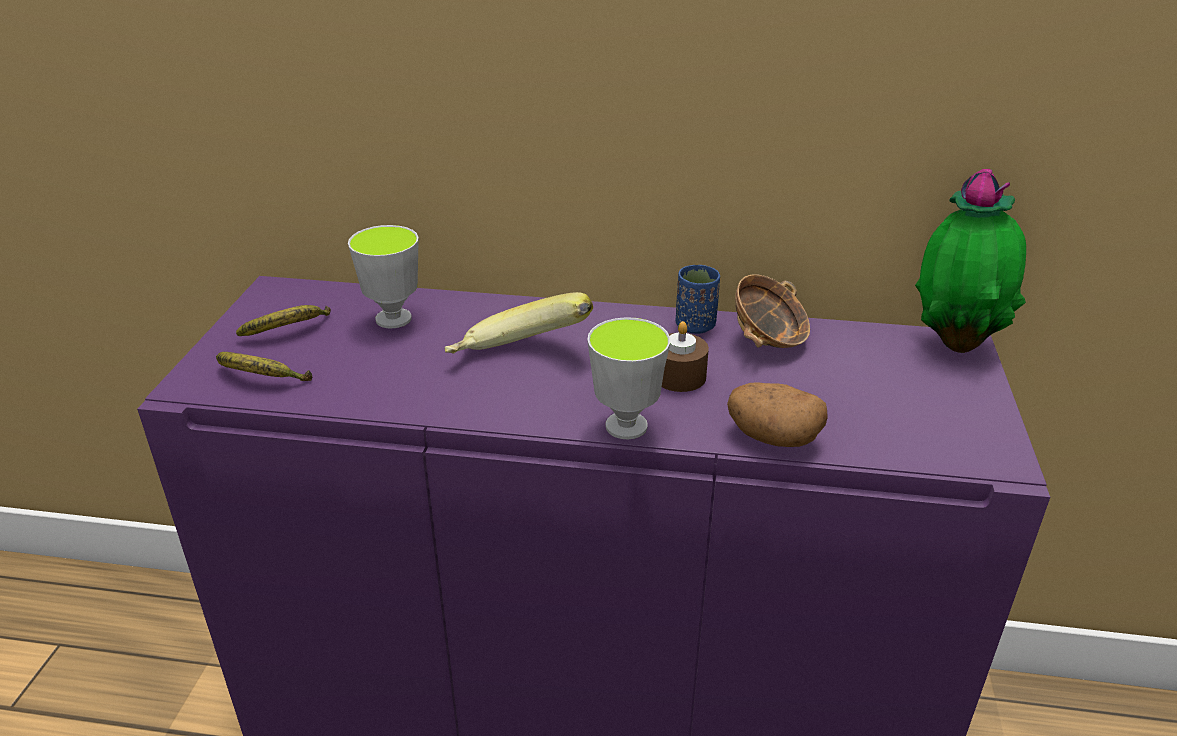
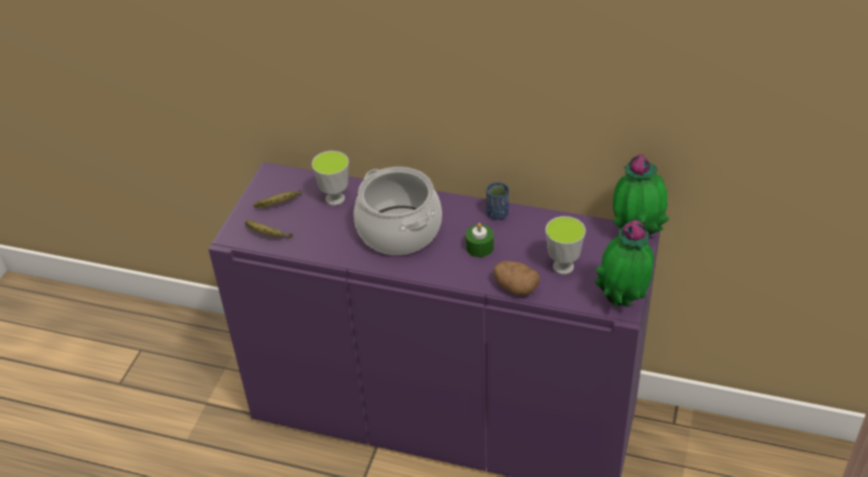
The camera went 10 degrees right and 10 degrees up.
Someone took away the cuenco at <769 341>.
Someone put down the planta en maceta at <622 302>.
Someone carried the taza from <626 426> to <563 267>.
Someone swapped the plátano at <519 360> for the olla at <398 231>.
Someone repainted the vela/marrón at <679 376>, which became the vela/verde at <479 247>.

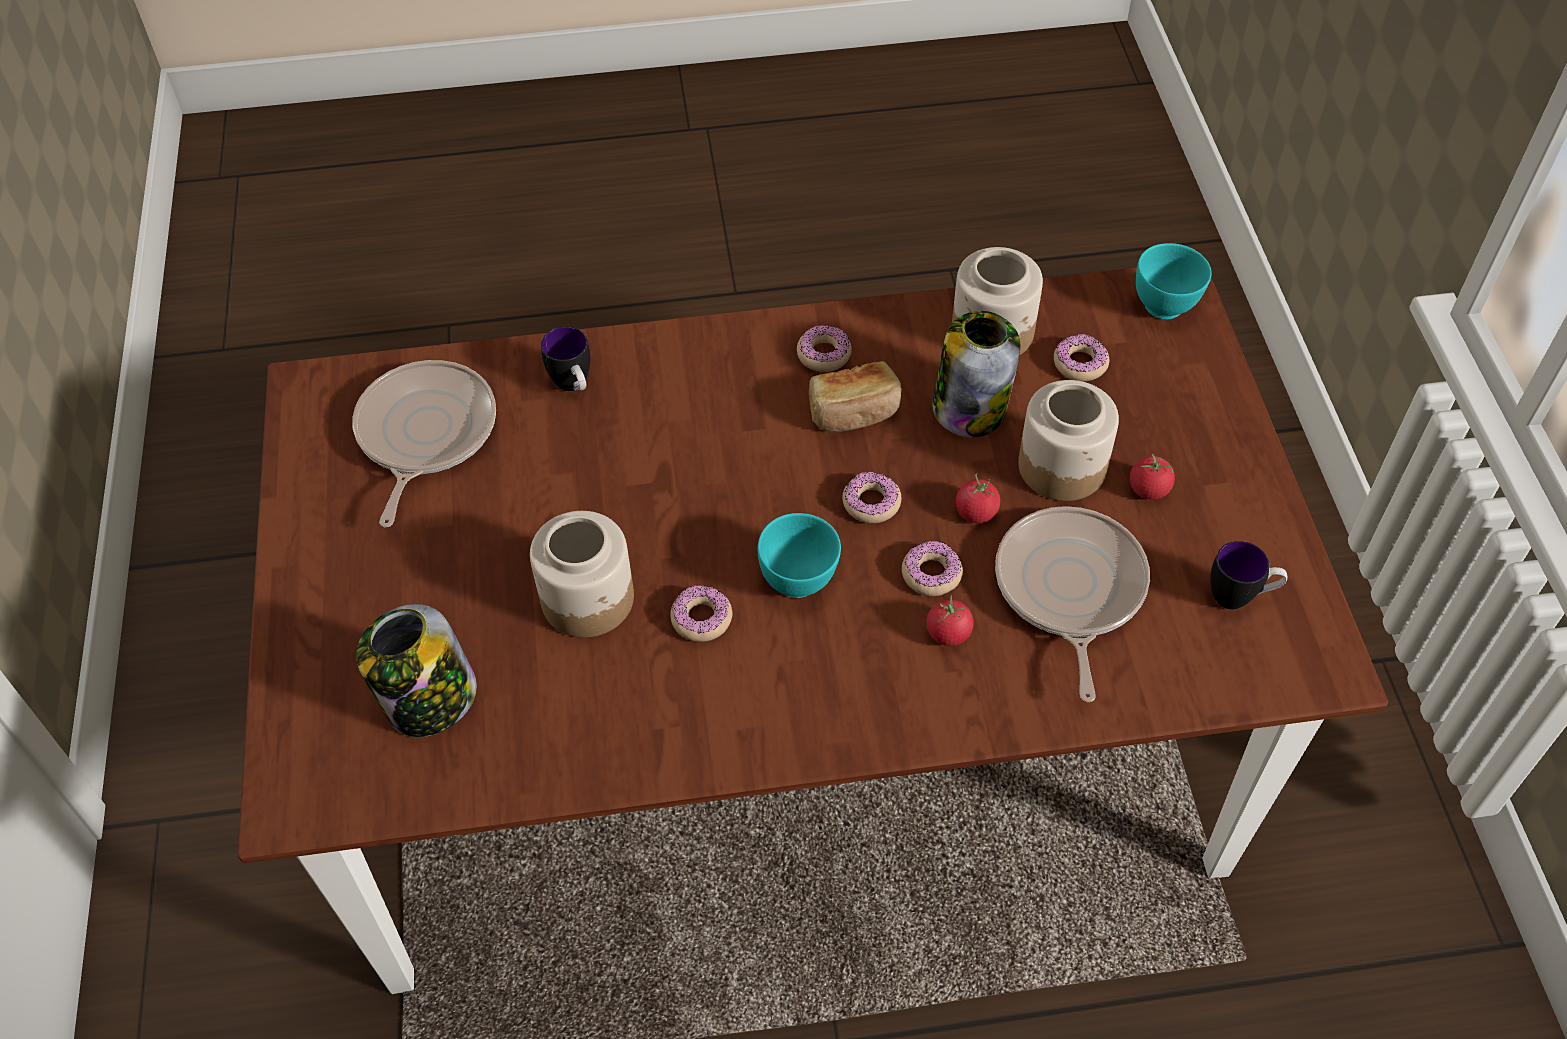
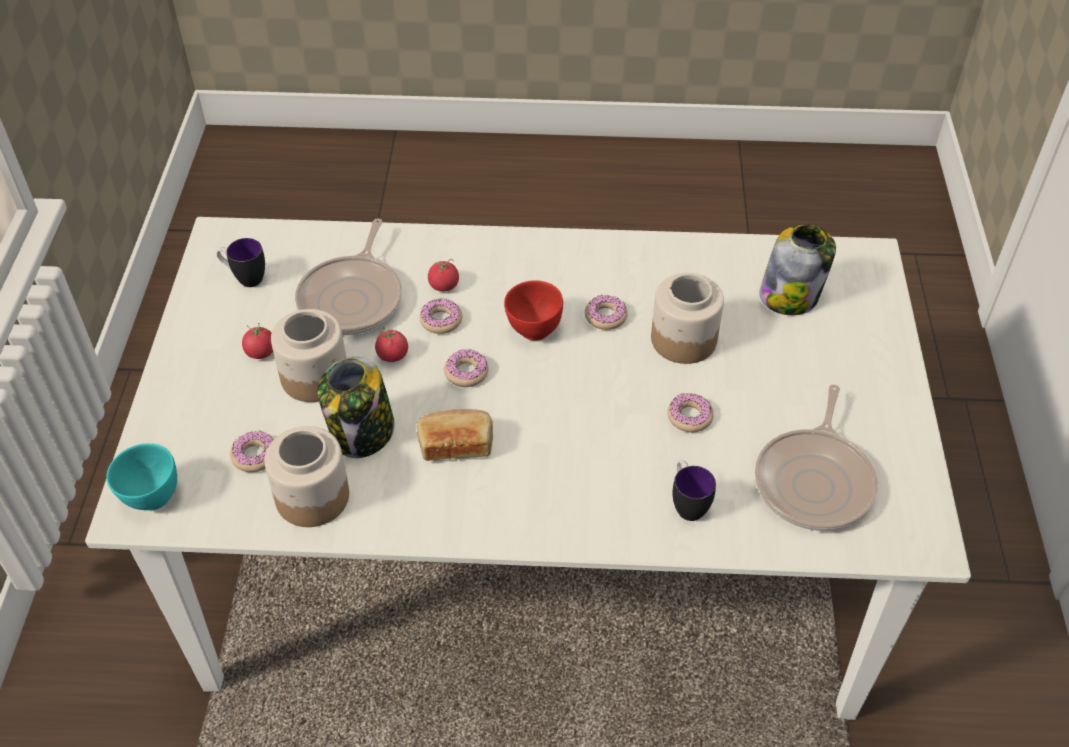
The camera went 170 degrees left and 5 degrees down.
Someone carried the rosquilla from <824 354> to <689 417>.
Someone repainted the mesa de comedor/marrón at <785 742>, which became the mesa de comedor/blanco at <535 558>.
Someone repainted the cuenco/turquesa at <799 580>, which became the cuenco/rojo at <533 330>.

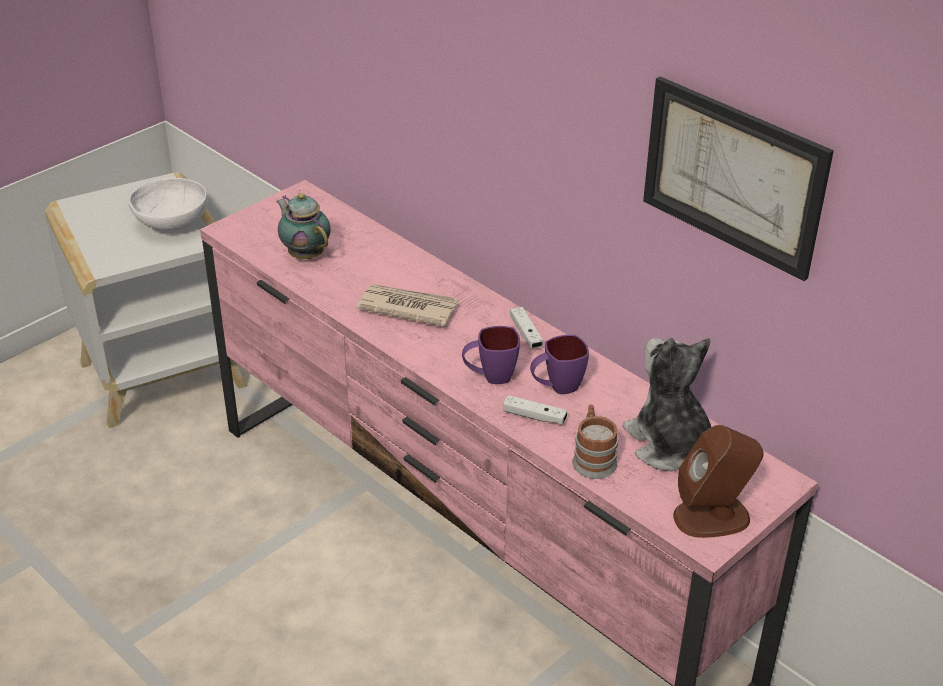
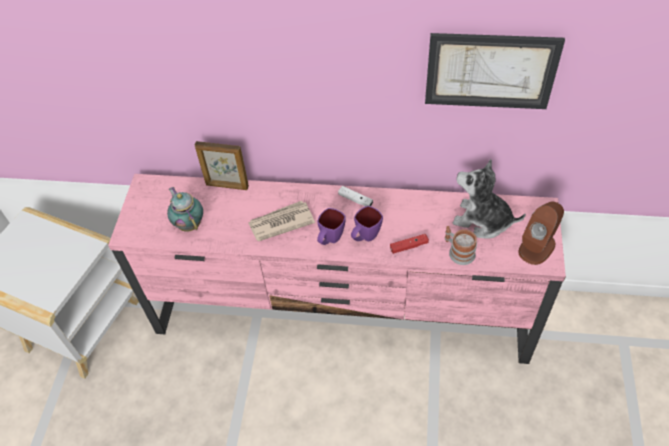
The camera went 35 degrees left and 15 degrees up.
Someone took away the cuenco/blanco at <171 224>.
Someone put down the portarretratos at <227 186>.
Someone carried the taza grande/morado from <556 388> to <330 240>.
Someone repainted the mando de consola/blanco at <534 416>, which became the mando de consola/rojo at <409 246>.
Someone rotated the tetera at <305 254> by 45 degrees clockwise.

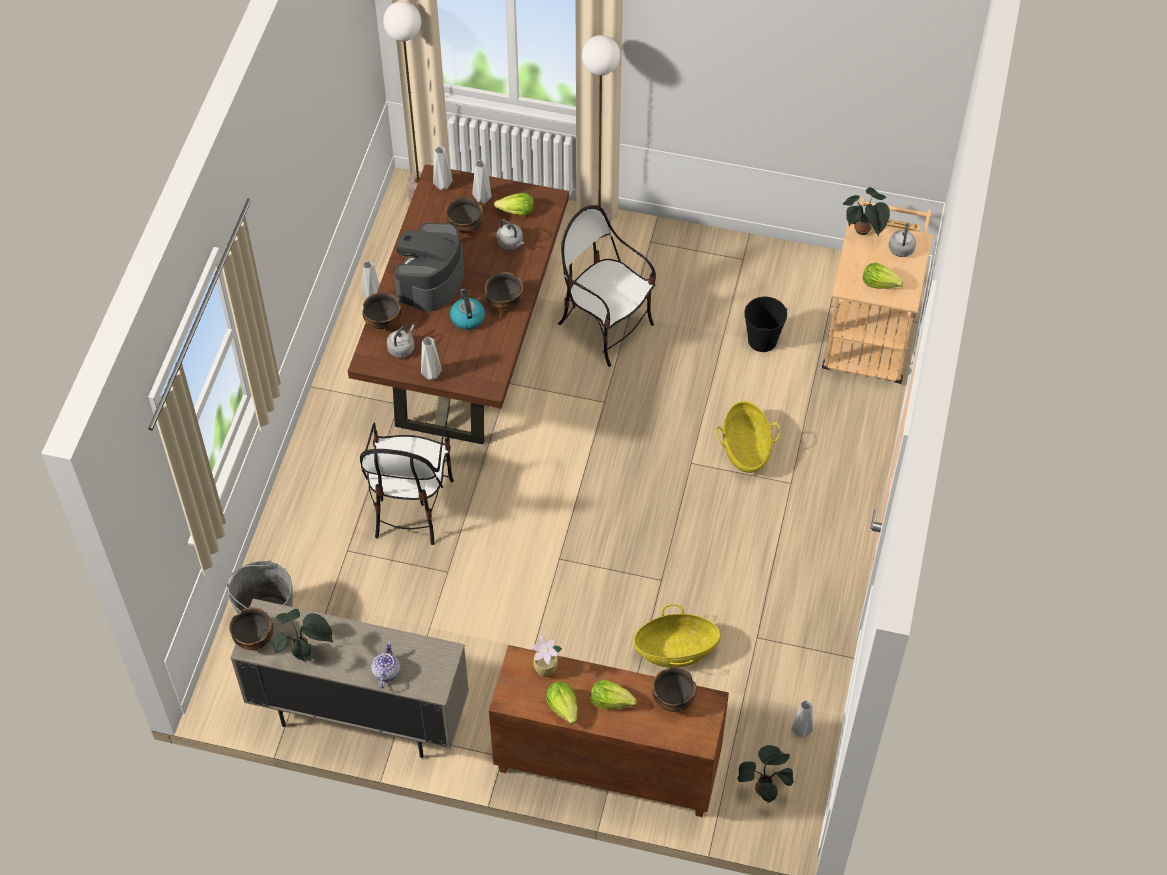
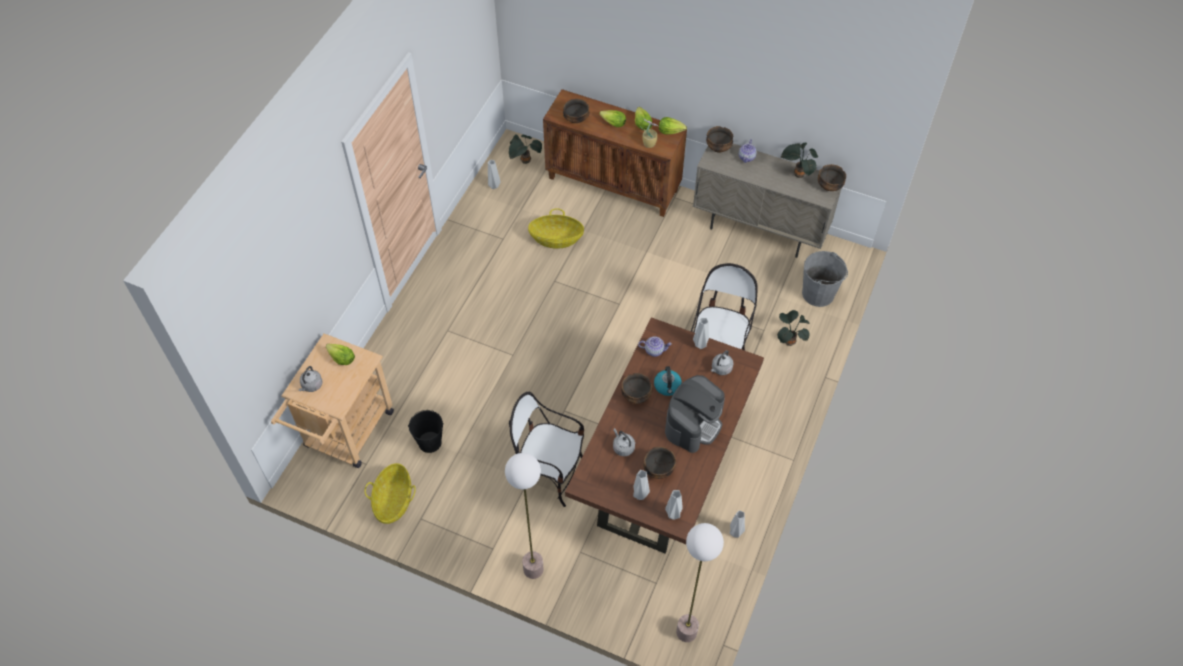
The camera went 170 degrees left and 0 degrees up.
Someone put down the tetera at <654 350>.
Someone carried the cuenco from <383 321> to <718 148>.
Someone carried the lechuga from <516 212> to <670 131>.
Someone carried the cesta from <746 449> to <393 501>.
Someone carried the planta en maceta from <863 231> to <789 340>.
Someone rotated the silla at <605 327> by 150 degrees clockwise.

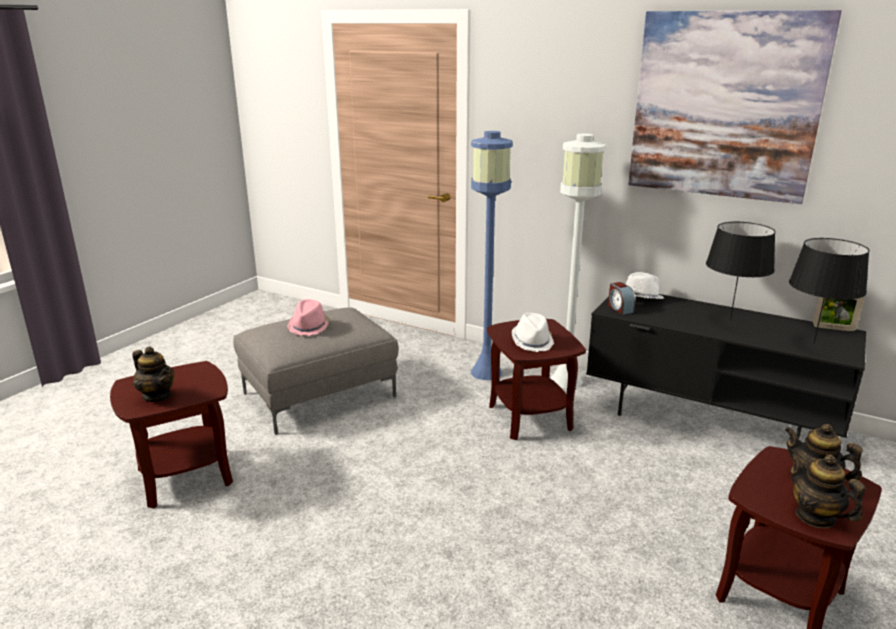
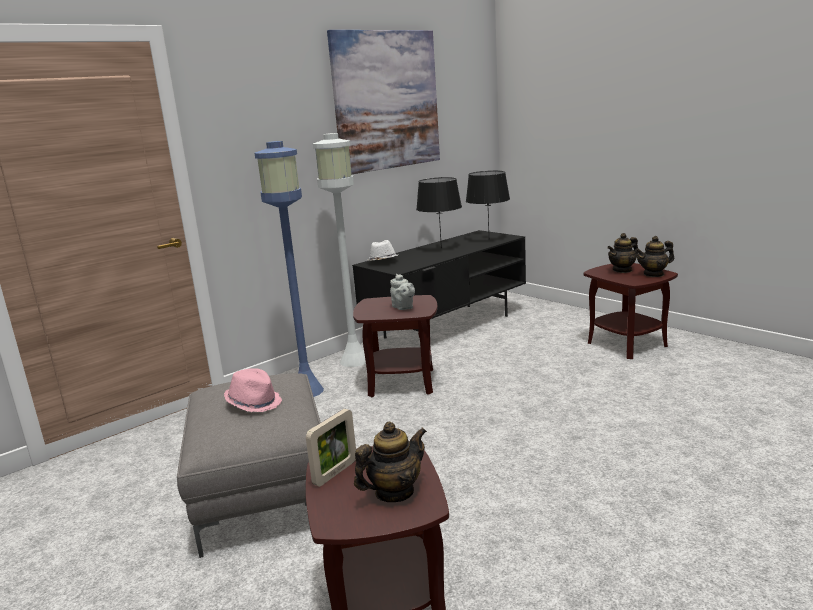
The camera went 70 degrees left and 5 degrees down.
Someone took away the despertador at <620 308>.
Someone carried the portarretratos from <833 328> to <335 472>.
Someone swapped the sombrero/blanco at <532 342> for the tetera/gris at <403 307>.

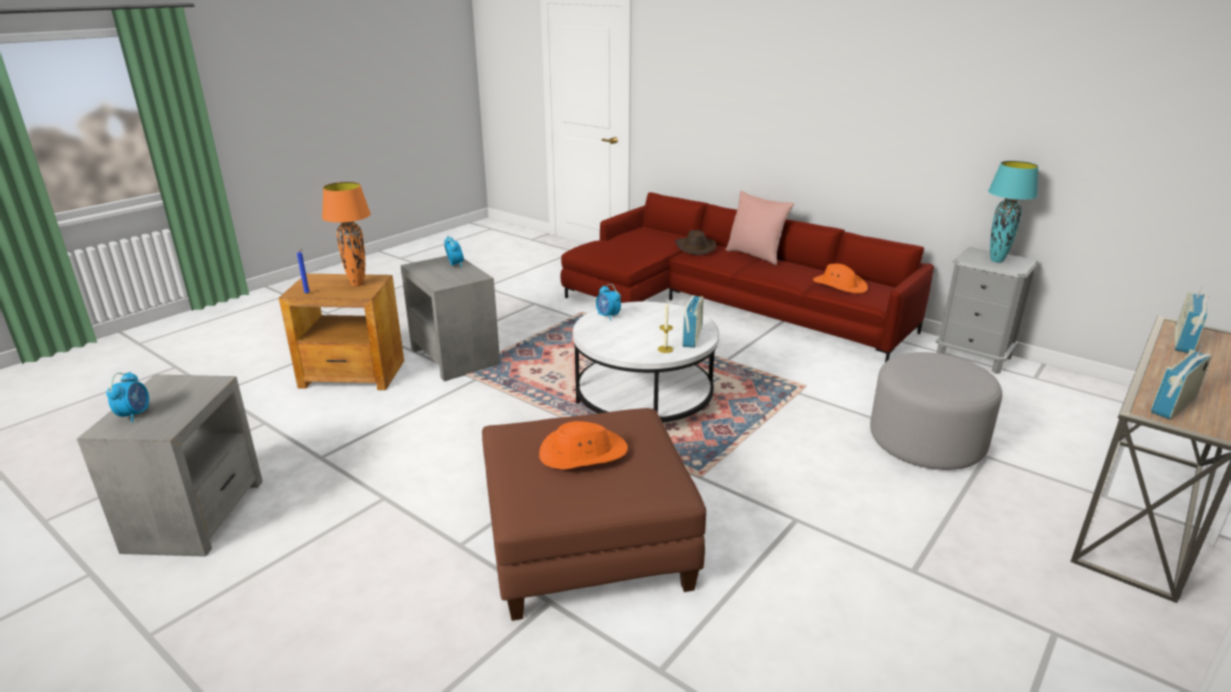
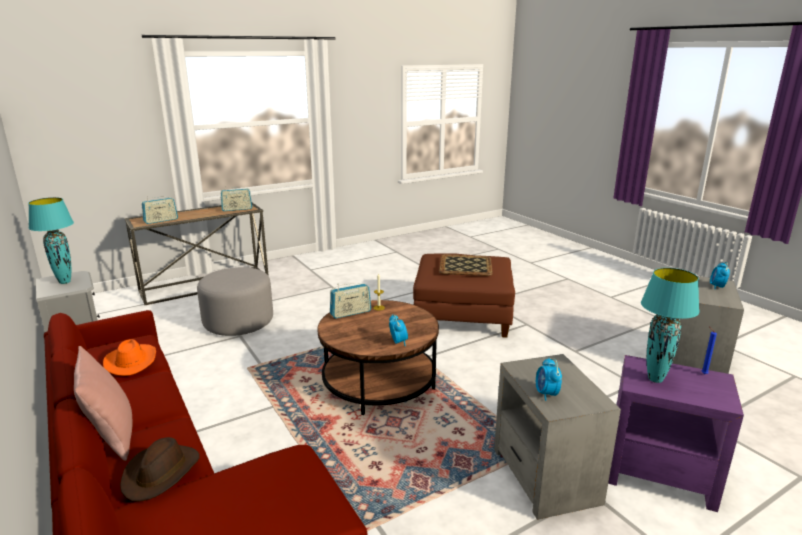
The camera went 160 degrees left and 5 degrees down.
Someone swapped the sombrero/naranja at <582 453> for the bandeja at <466 266>.
Someone repainted the mesa auxiliar/marrón at <353 374>, which became the mesa auxiliar/morado at <658 472>.
Someone repainted the lámpara de mesa/naranja at <357 284>, which became the lámpara de mesa/turquesa at <655 379>.
Someone repainted the mesa de centro/blanco at <644 399>, which became the mesa de centro/marrón at <379 382>.
Someone rotated the radio at <692 337> by 150 degrees counterclockwise.

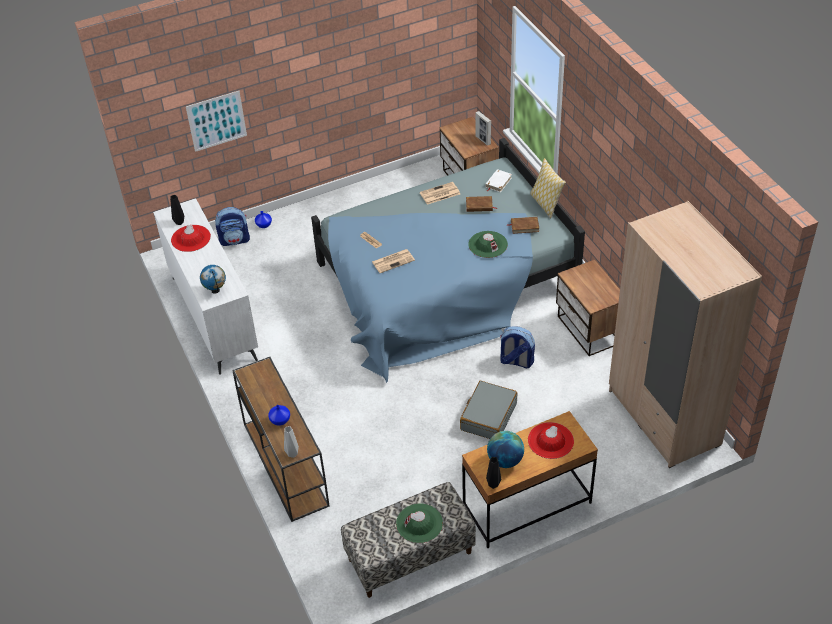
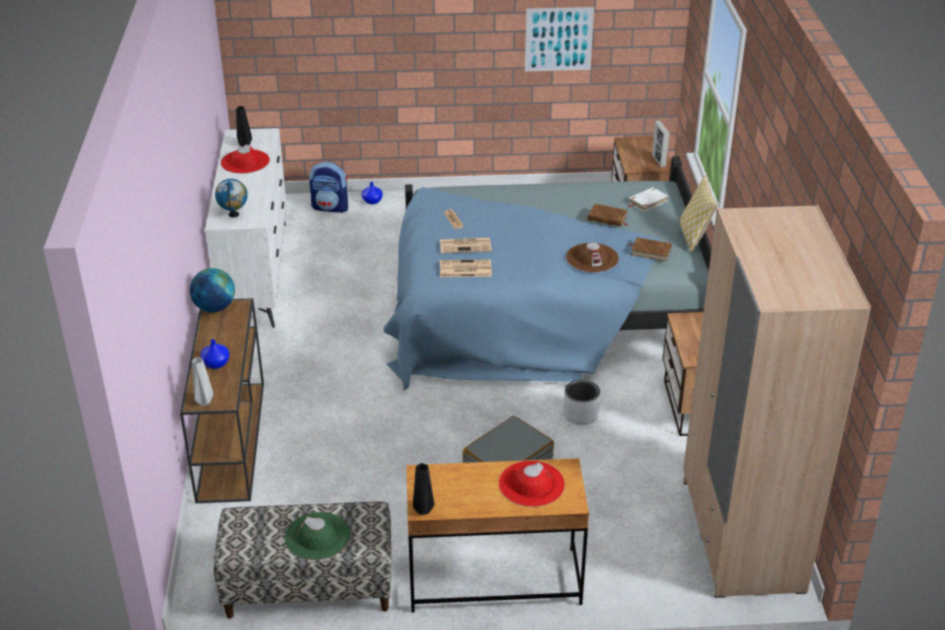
The camera went 20 degrees right and 10 degrees down.
Someone carried the cuadro from <216 121> to <558 39>.
Someone carried the periódico from <439 194> to <464 269>.
Someone carried the globo terráqueo from <505 460> to <214 308>.
Someone swapped the mochila at <516 361> for the maceta/gris at <580 414>.
Someone repainted the sombrero/verde at <488 244>, which became the sombrero/marrón at <592 258>.

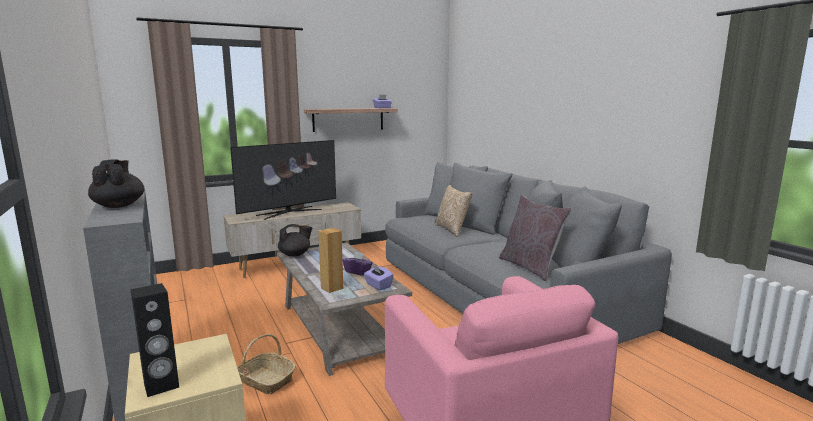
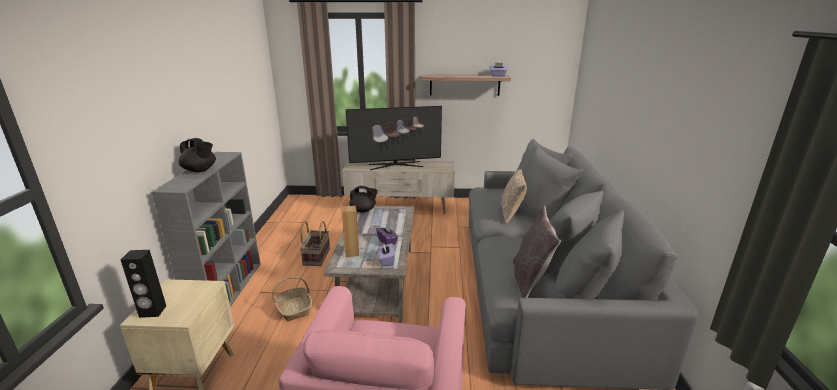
The camera went 30 degrees right and 10 degrees up.
Someone put down the cesta at <316 256>.
Someone rotated the tetera/negro at <119 206> by 105 degrees clockwise.

